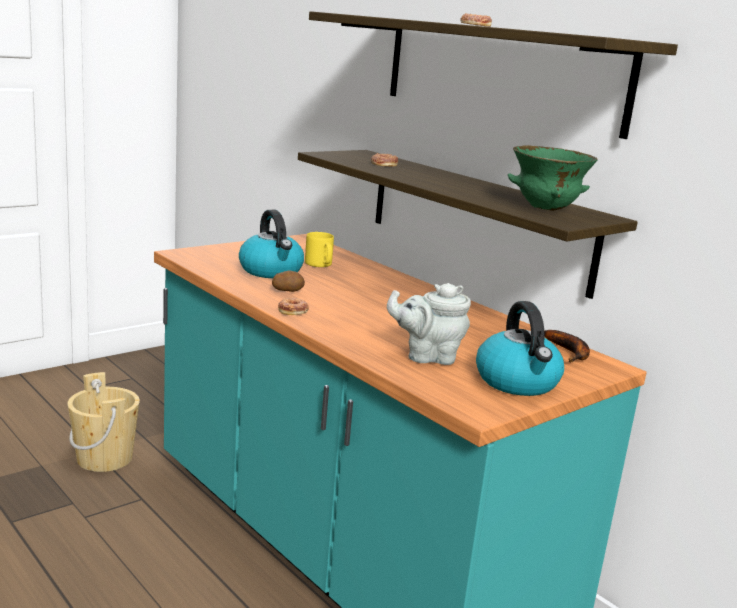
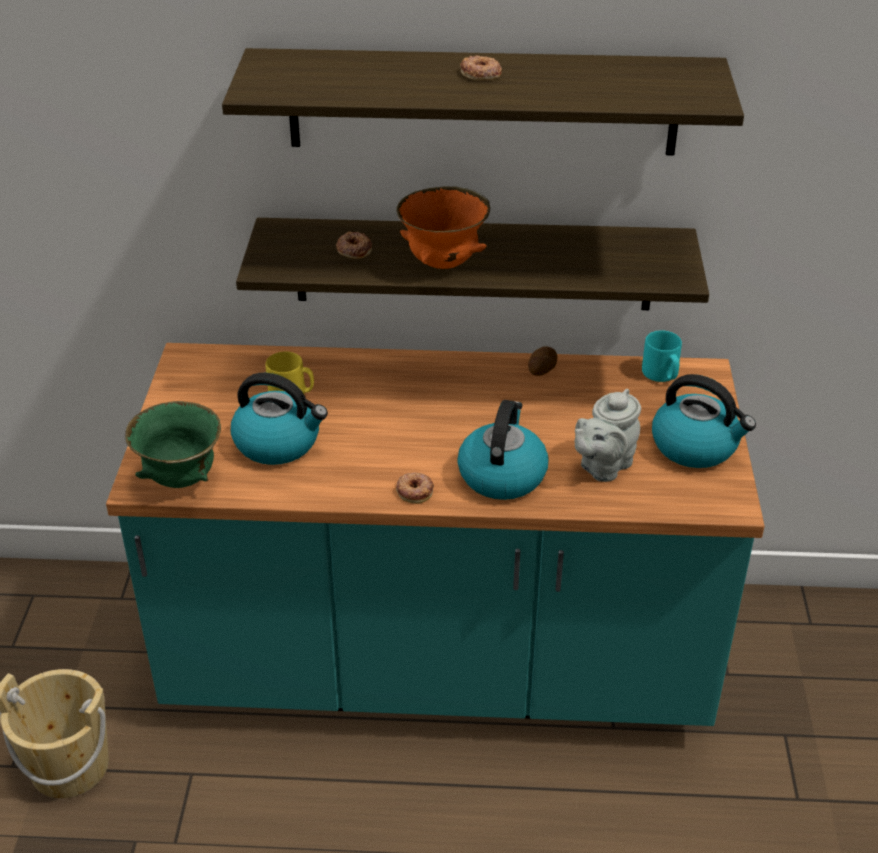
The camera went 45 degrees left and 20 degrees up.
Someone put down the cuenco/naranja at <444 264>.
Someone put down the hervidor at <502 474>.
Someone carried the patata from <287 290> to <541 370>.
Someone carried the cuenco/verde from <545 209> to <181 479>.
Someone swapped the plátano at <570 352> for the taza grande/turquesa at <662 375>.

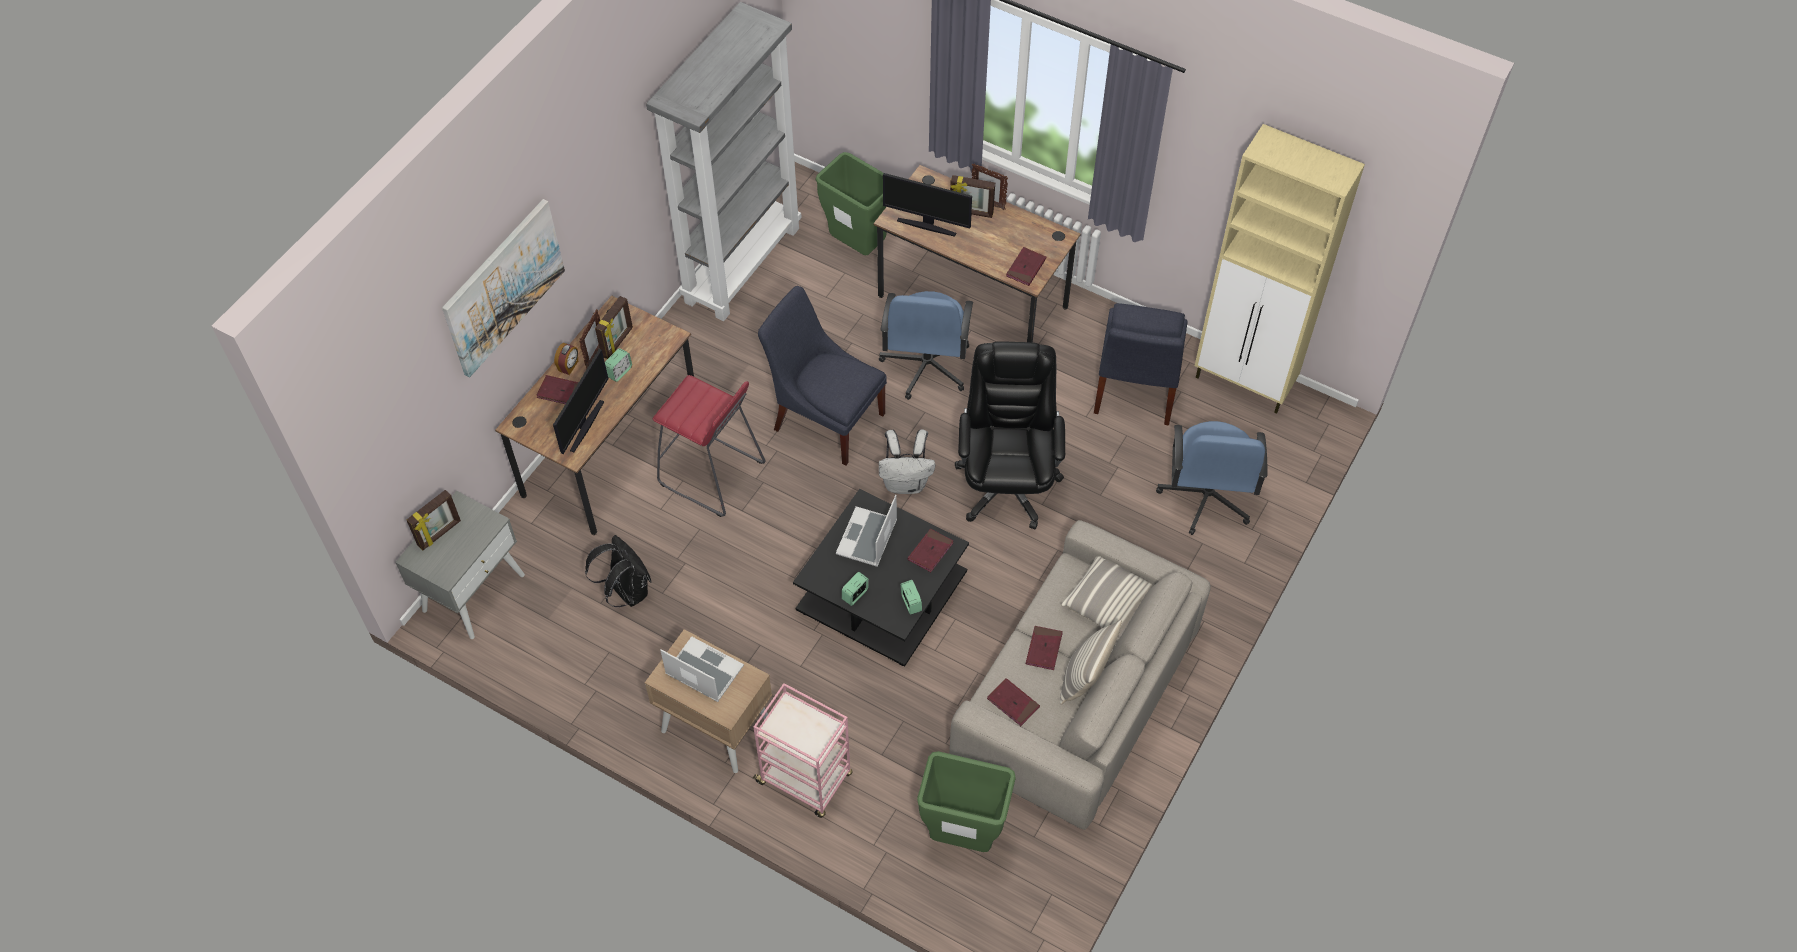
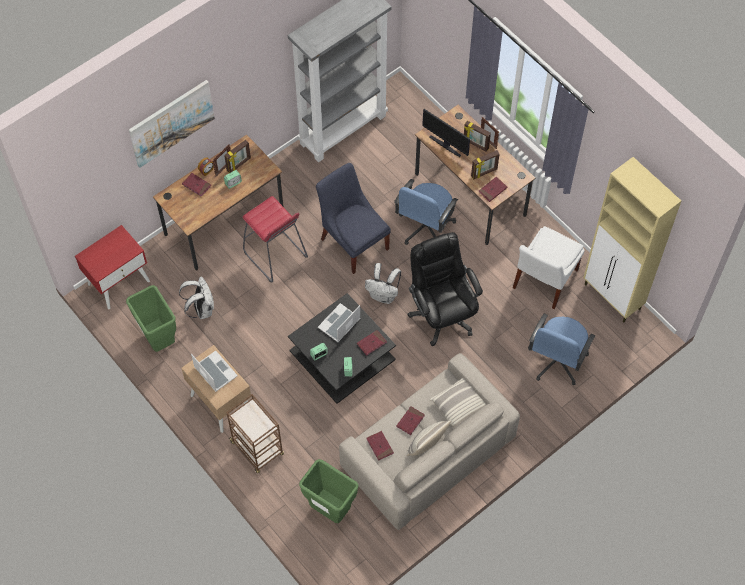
The camera went 20 degrees right and 5 degrees up.
Someone took away the monitor at <585 425>.
Someone carried the portarretratos from <440 534> to <484 173>.
Someone carried the papelera/verde from <858 247> to <159 340>.
Someone repainted the mesita de noche/gris at <473 592>, which became the mesita de noche/rojo at <119 282>.
Someone repainted the mochila/negro at <626 591>, which became the mochila/blanco at <201 309>.
Someone repainted the carrito/rosa at <805 779>, which became the carrito/marrón at <257 449>.
Someone repainted the silla/azul at <1134 390>, which became the silla/blanco at <543 281>.
Someone rotated the silla de oficina/negro at <1006 483> by 45 degrees counterclockwise.

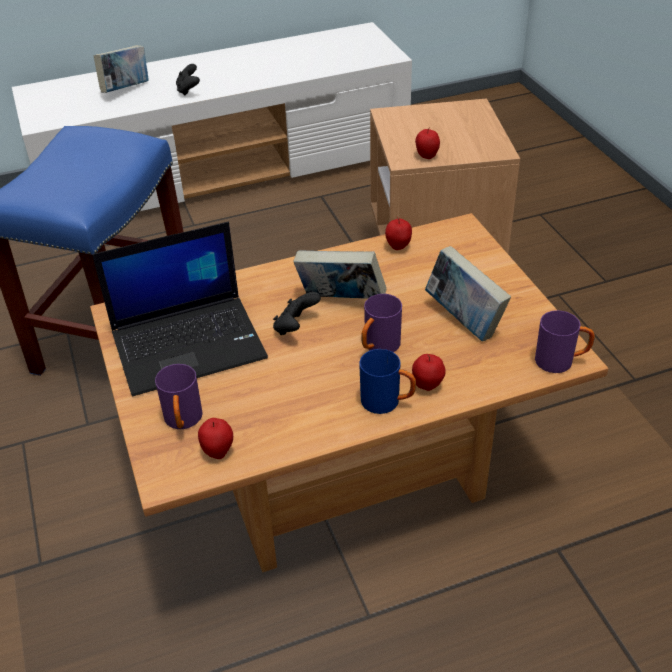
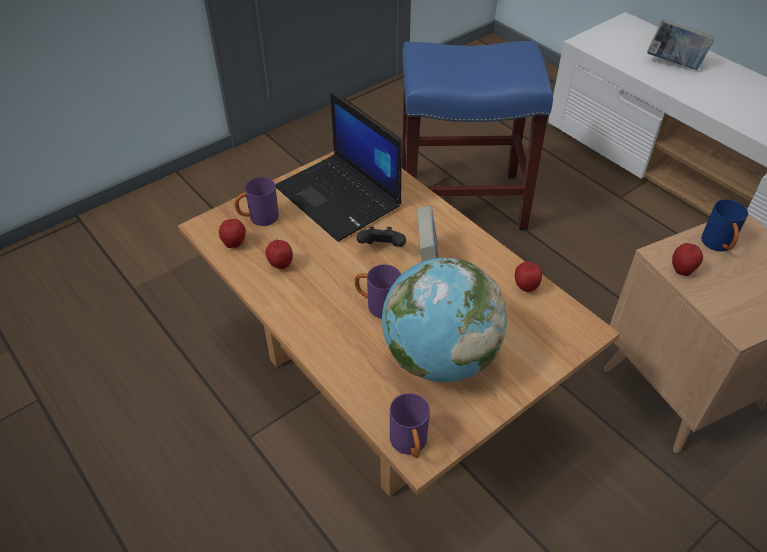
The camera went 70 degrees right and 5 degrees up.
Someone took away the mando de consola/negro at <188 90>.
Someone carried the taza grande/azul from <387 402> to <718 246>.
Someone carried the manzana from <427 386> to <281 265>.
Someone swapped the libro at <464 320> for the globo terráqueo at <439 357>.

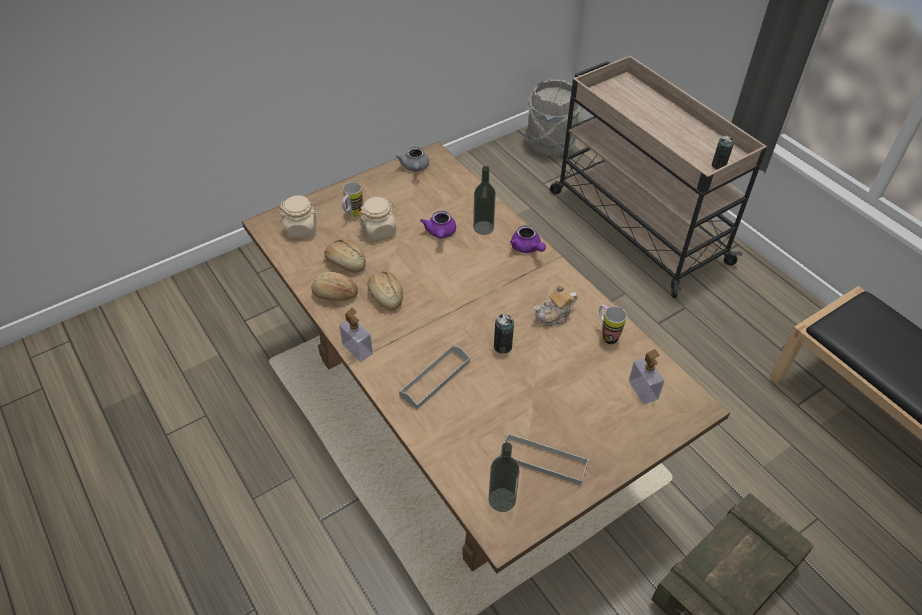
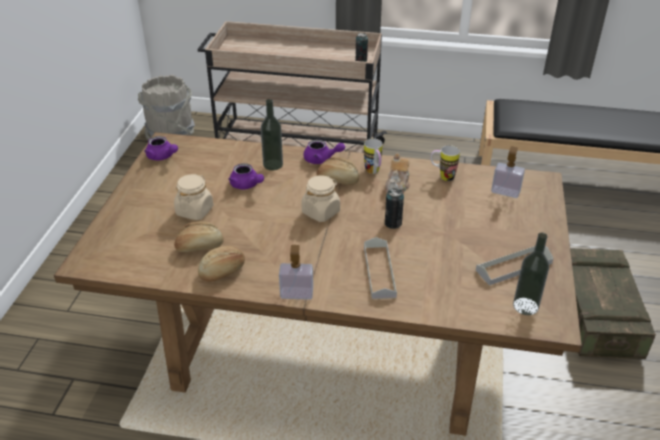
The camera went 45 degrees left and 10 degrees down.
Someone carried the tarro/beis from <302 229> to <321 212>.
Someone carried the taza grande from <352 215> to <373 172>.
Someone carried the pan from <386 296> to <338 180>.
Someone repainted the tetera/gris at <415 168>, which became the tetera/morado at <162 157>.

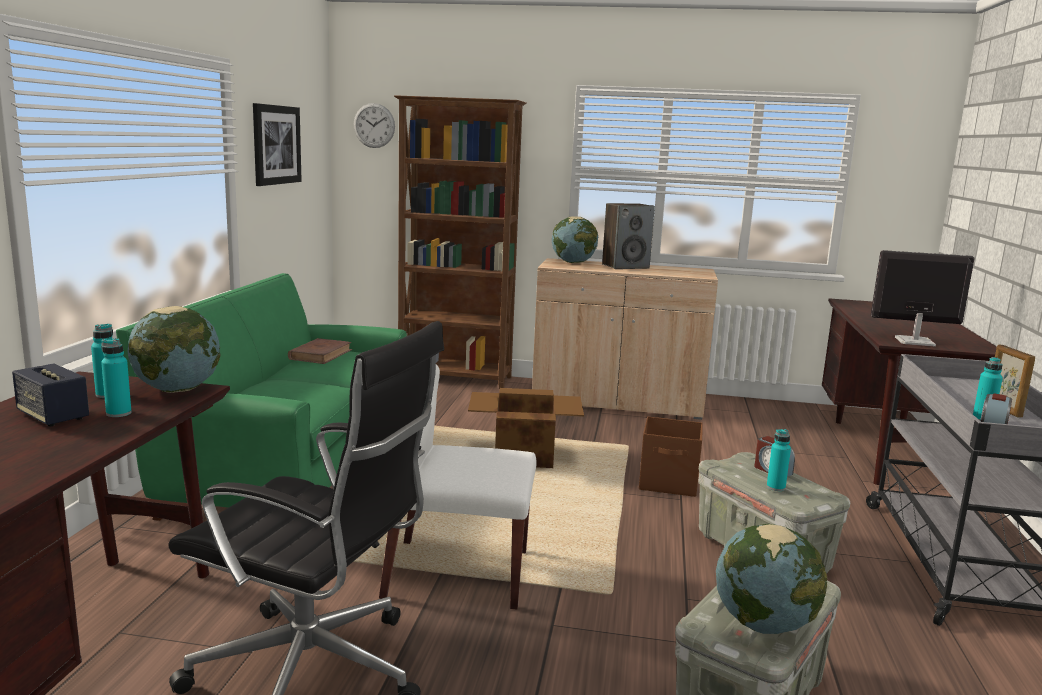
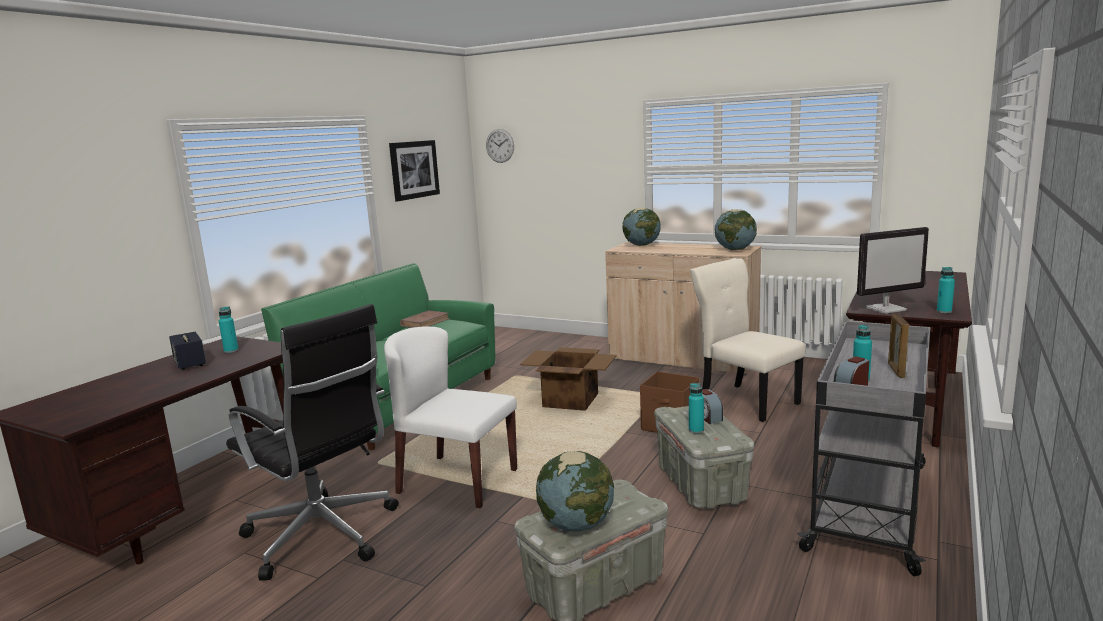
The camera went 20 degrees right and 0 degrees up.
Someone took away the estantería/marrón at <456 379>.
Someone took away the altavoz at <625 266>.
Someone put down the silla/beis at <746 401>.
Someone carried the botella/turquesa from <118 413> to <944 311>.
Someone carried the globo terráqueo from <177 390> to <735 250>.
Someone rotated the monitor at <913 342> by 135 degrees clockwise.

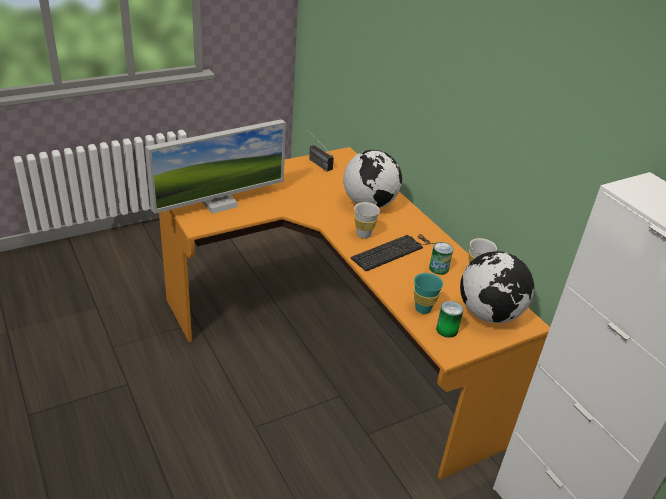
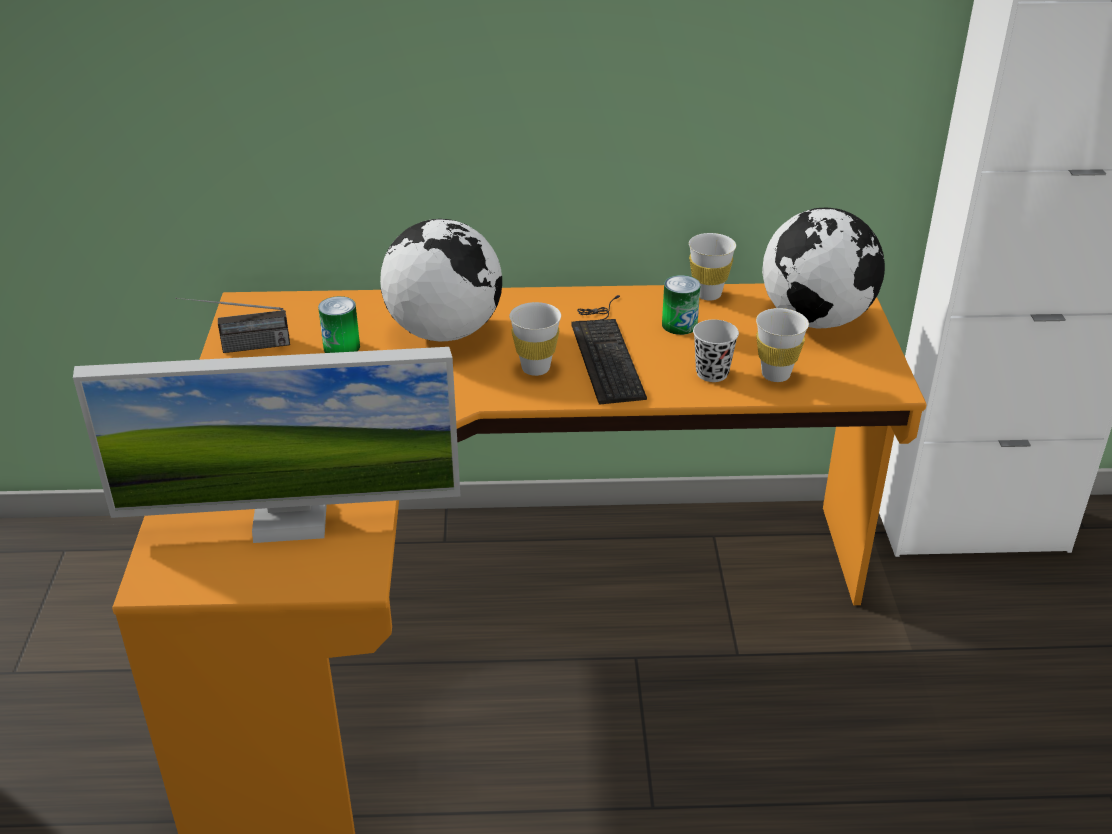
The camera went 60 degrees left and 0 degrees up.
Someone put down the taza/negro at <712 373>.
Someone carried the lata from <447 330> to <341 347>.
Someone repainted the taza/turquesa at <423 309>, which became the taza/blanco at <775 375>.
Someone rotated the monitor at <219 204> by 90 degrees clockwise.

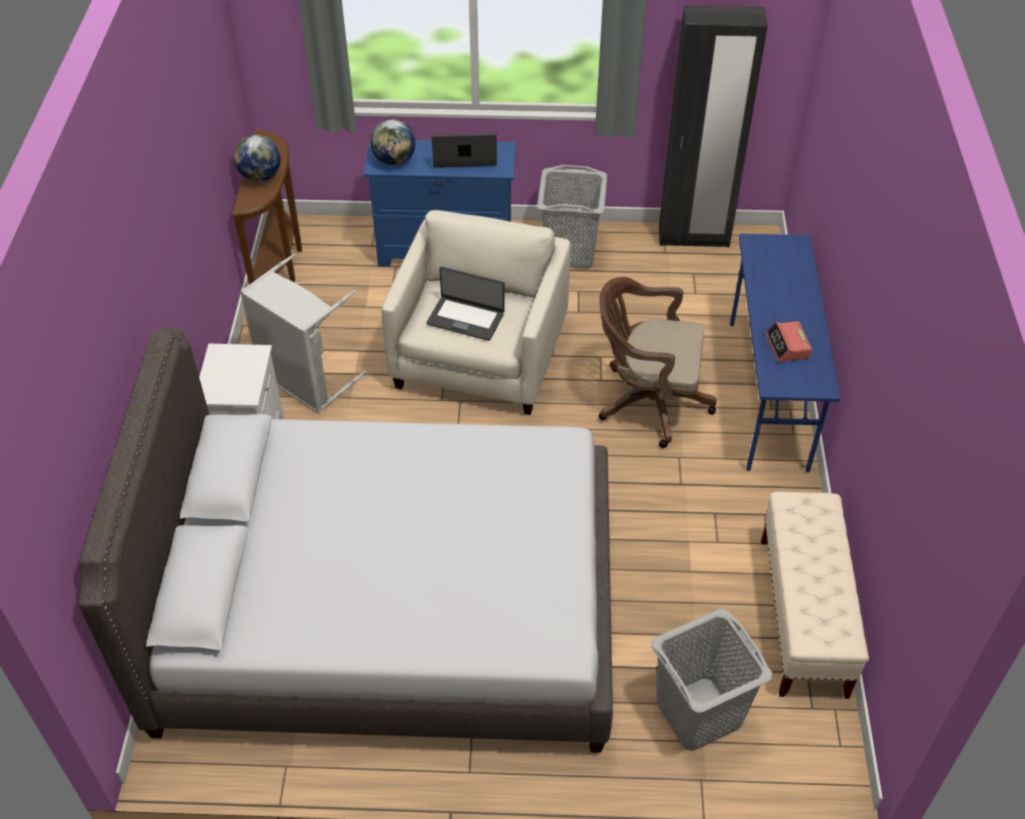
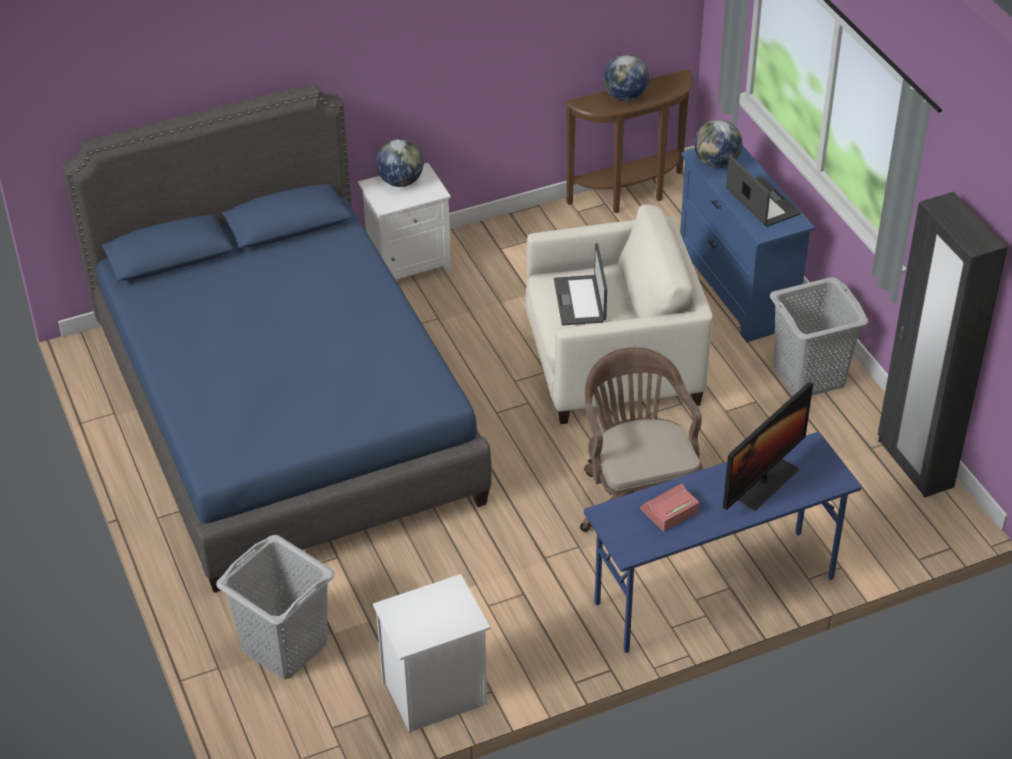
The camera went 65 degrees right and 5 degrees down.
Someone took away the cesto de la ropa/gris at <304 380>.
Someone put down the globo terráqueo at <400 182>.
Someone put down the monitor at <763 482>.
Someone swapped the banco/beis at <802 617> for the mesita de noche/blanco at <434 694>.
Someone repainted the cama/gris at <389 611>, which became the cama/azul at <285 414>.

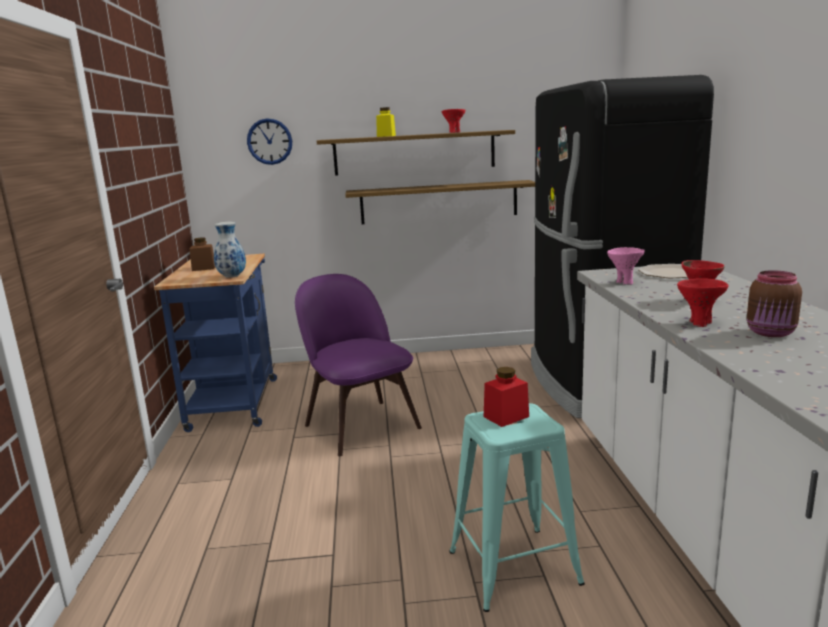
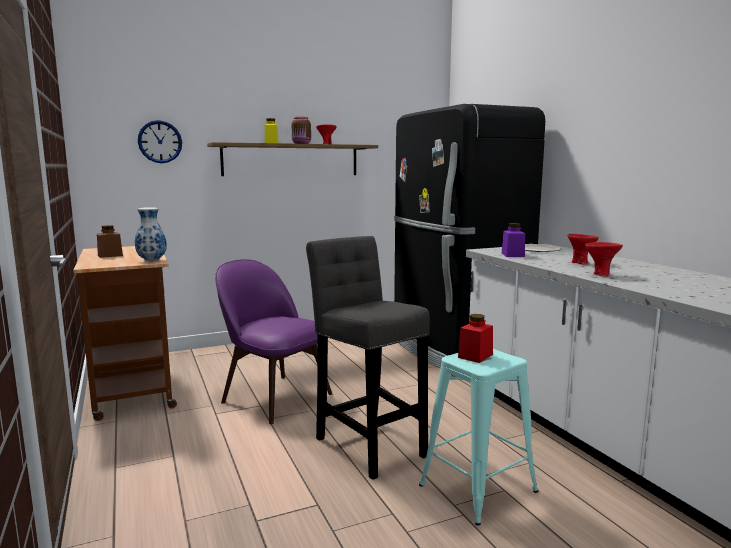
The camera went 20 degrees left and 5 degrees down.
Someone took away the estante at <439 202>.
Someone put down the taburete/gris at <367 444>.
Someone carried the tarro/marrón from <771 333> to <301 144>.
Someone swapped the cuenco/rosa at <624 282> for the tarro/morado at <512 255>.
Someone repainted the carrito/azul at <235 400>, which became the carrito/marrón at <133 388>.

